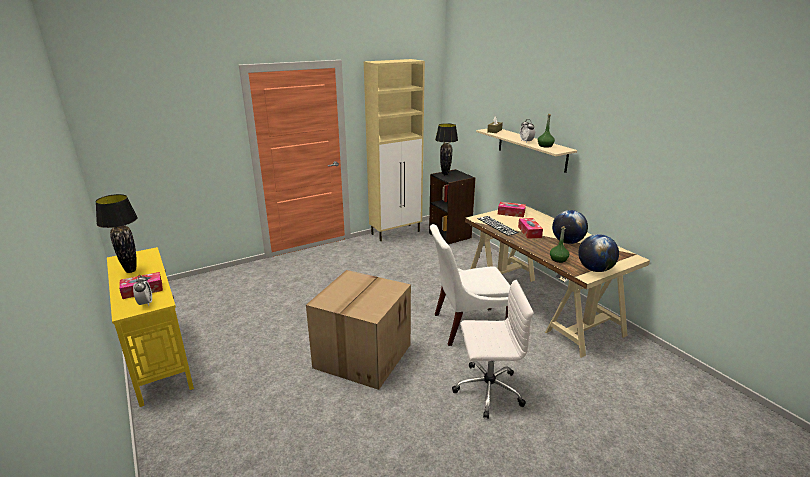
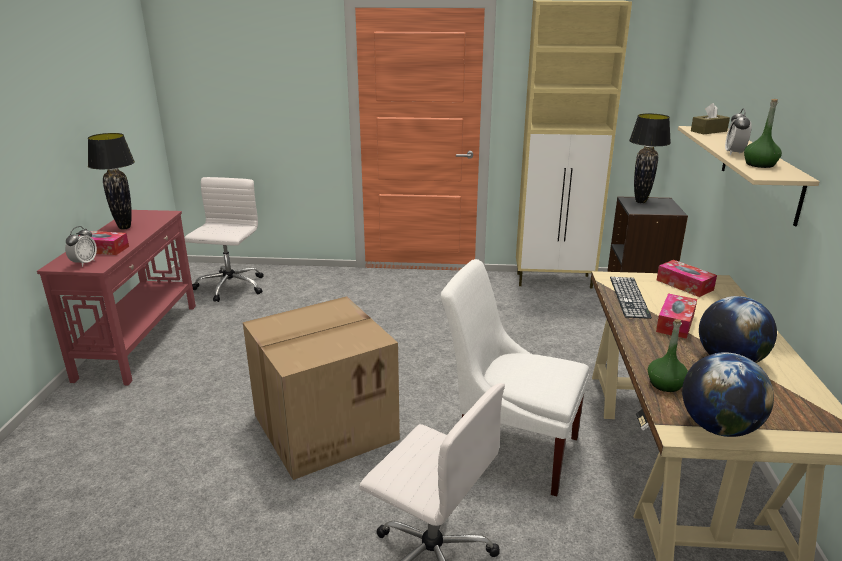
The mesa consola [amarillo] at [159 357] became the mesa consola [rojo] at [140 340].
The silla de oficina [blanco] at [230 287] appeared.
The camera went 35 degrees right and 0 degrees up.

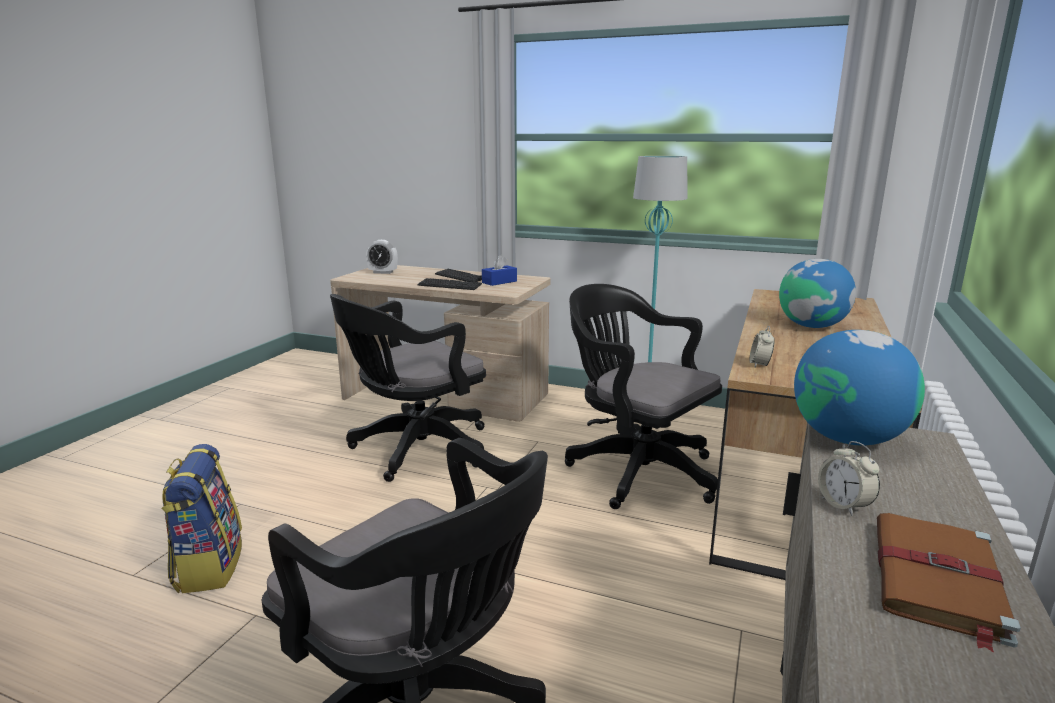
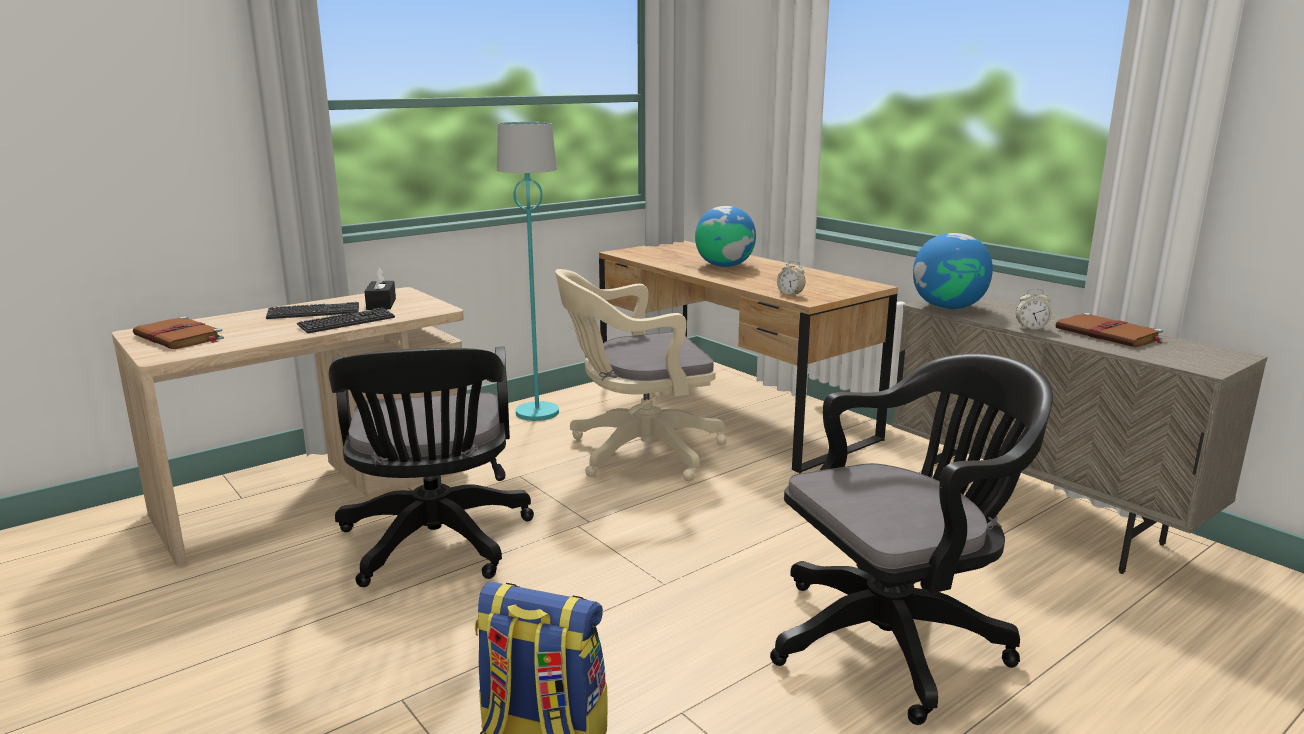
The despertador at [383 272] was replaced by the libro [marrón] at [179 337].
The caja de pañuelos [azul] at [499 282] became the caja de pañuelos [negro] at [381 304].
The silla de oficina [negro] at [636 470] became the silla de oficina [beis] at [637 452].
The camera went 60 degrees left and 0 degrees up.

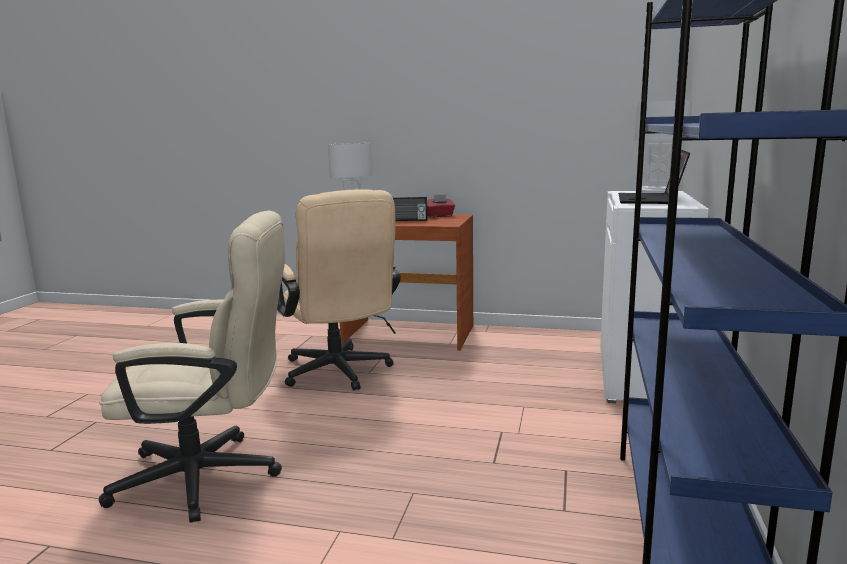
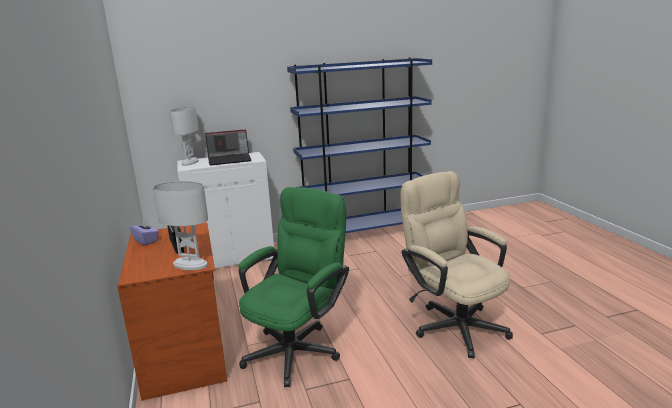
The caja de pañuelos [rojo] at [439 216] became the caja de pañuelos [morado] at [146 240].
The silla de oficina [beis] at [339 374] became the silla de oficina [verde] at [298 348].
The camera went 120 degrees left and 5 degrees up.

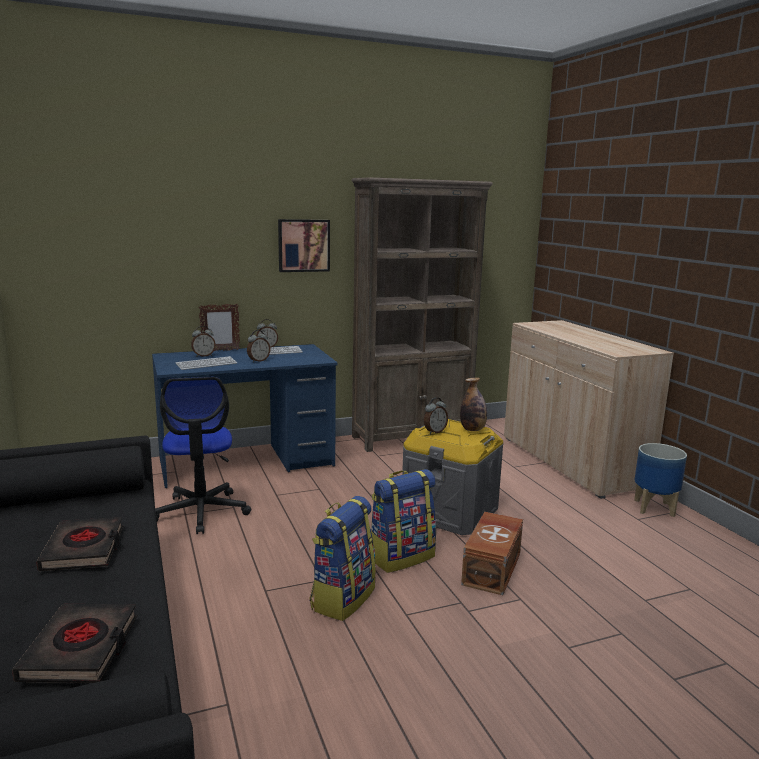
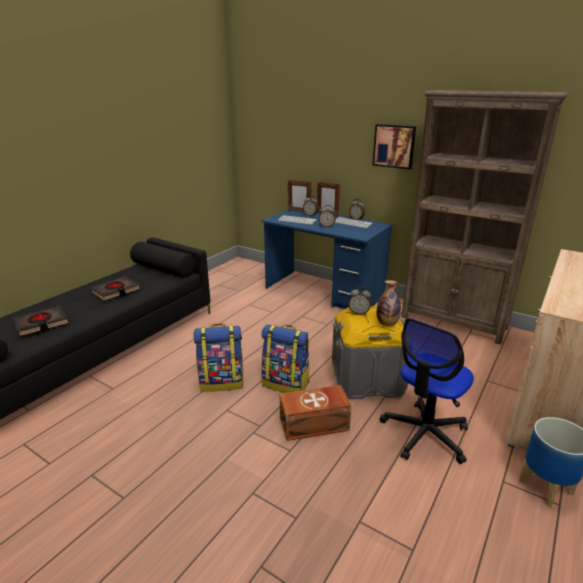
The portarretratos at [299 212] appeared.
The silla de oficina moved from [201 512] to [425 434].
The camera went 55 degrees right and 10 degrees up.

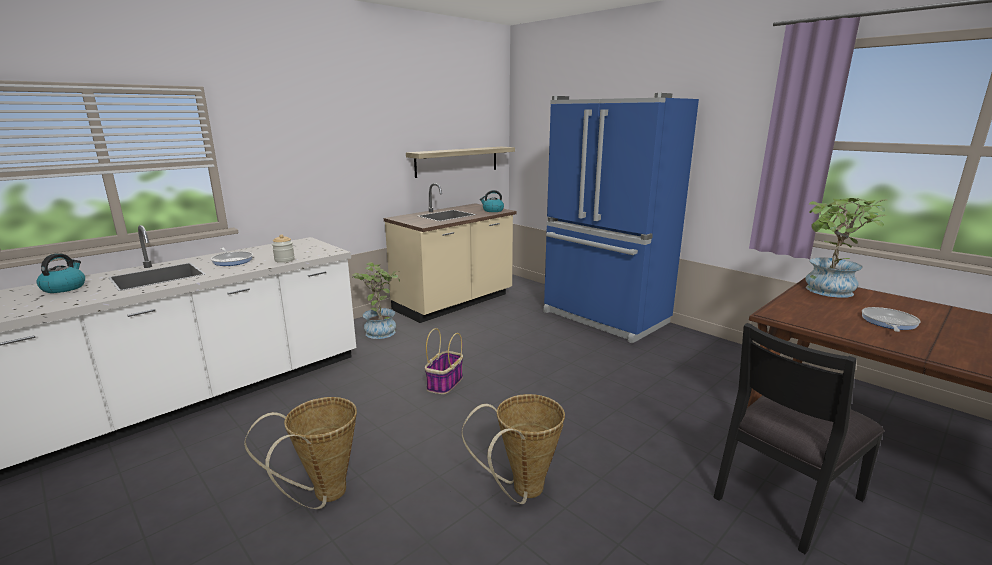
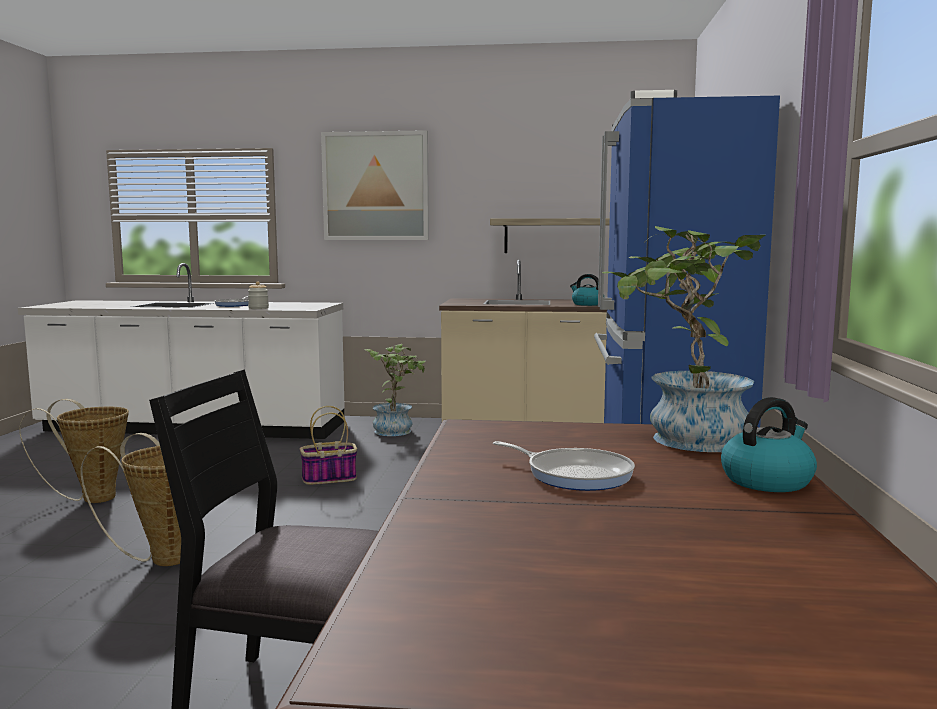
The cuadro at [375 186] appeared.
The sartén at [888 323] turned 45 degrees clockwise.
The hervidor moved from [64 288] to [767 480].
The camera went 50 degrees right and 10 degrees down.

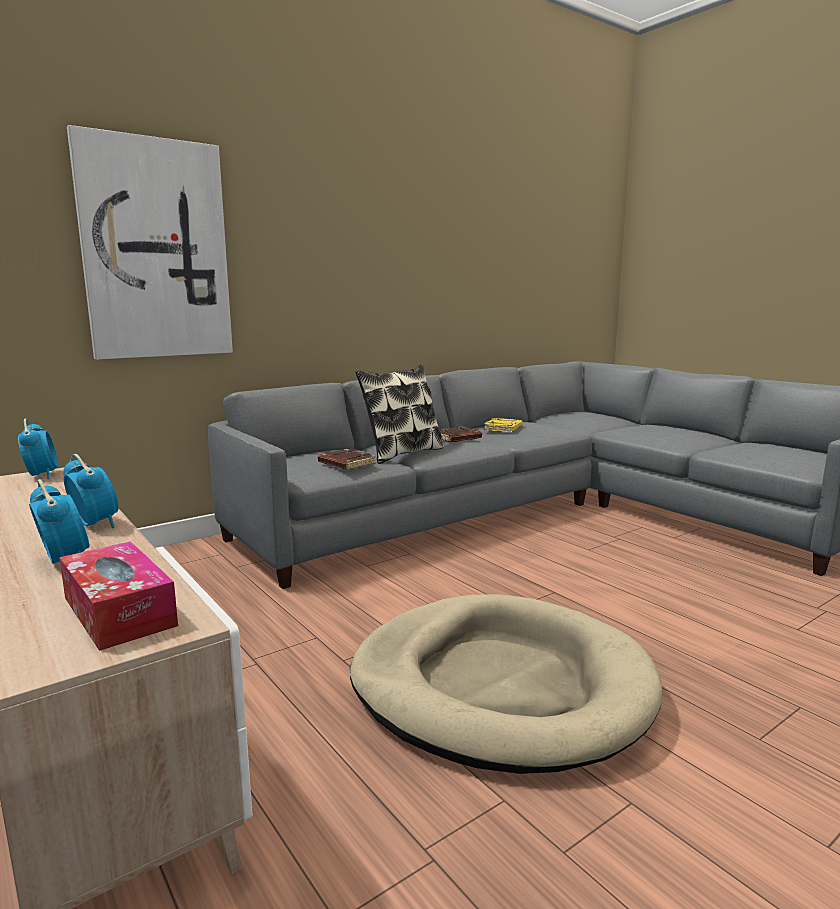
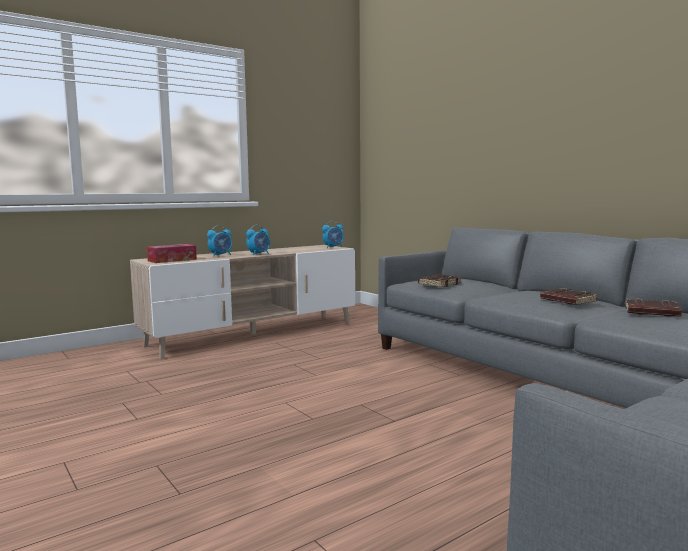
The libro [amarillo] at [503 429] became the libro [marrón] at [651 312].
The cuadro at [155 250] disappeared.
The cama para perro [beis] at [500 686] disappeared.
The cojín at [402 453] disappeared.
The camera went 90 degrees right and 5 degrees down.

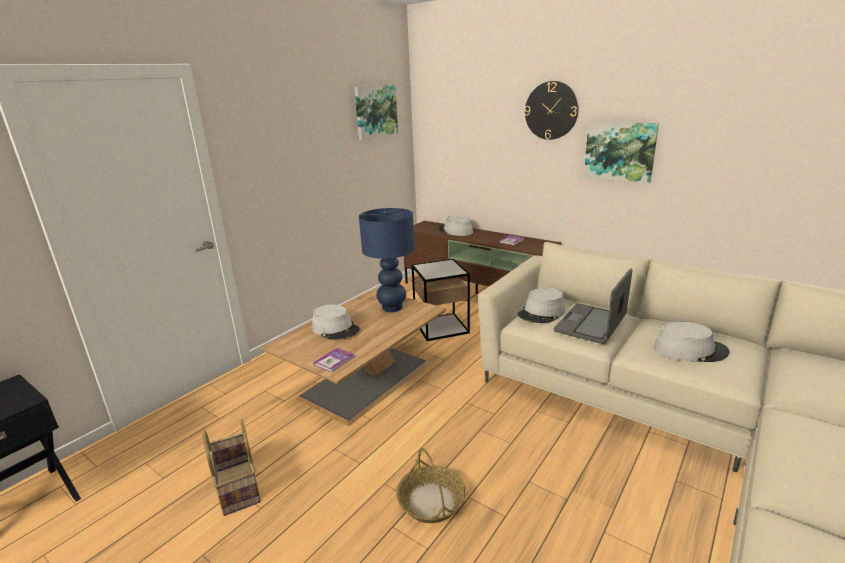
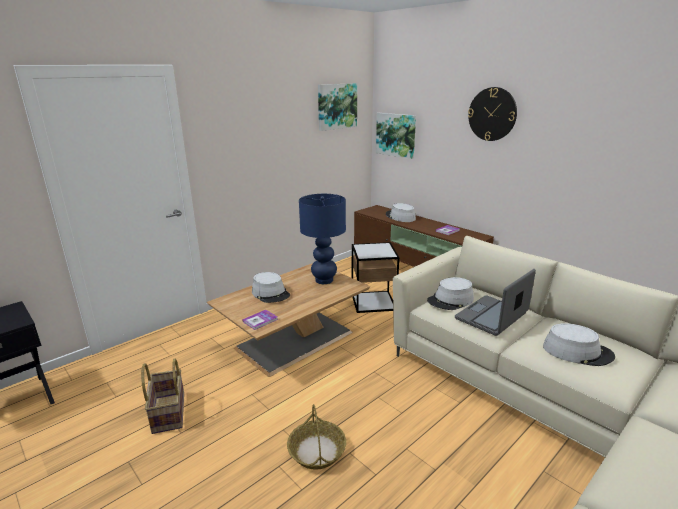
The cuadro moved from [620 151] to [396 135].
The camera went 10 degrees right and 0 degrees up.

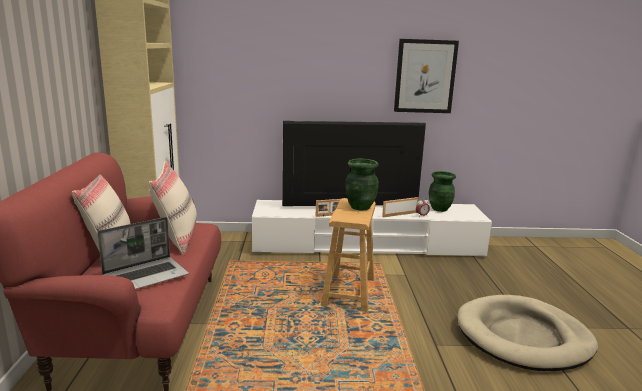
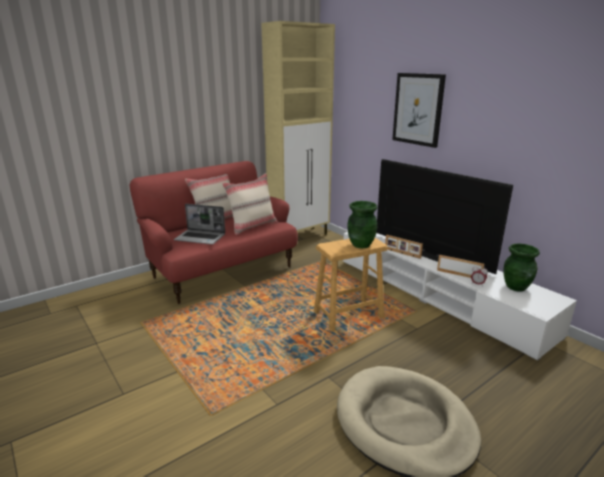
The cuadro moved from [425 76] to [418 109].
The camera went 55 degrees right and 5 degrees up.

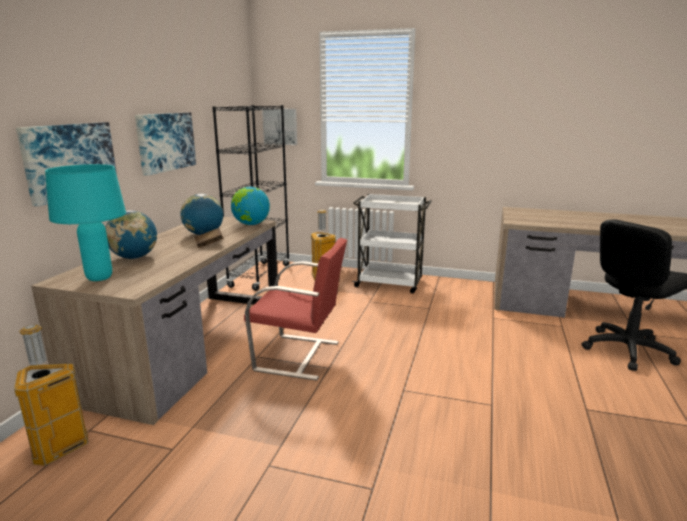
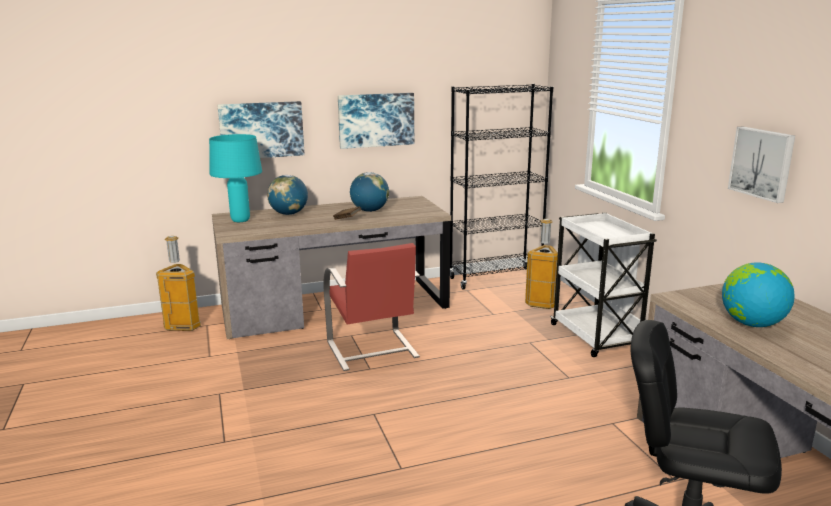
The globo terráqueo moved from [251 224] to [752 324].
The cuadro moved from [280 126] to [762 163].
The camera went 55 degrees right and 0 degrees up.

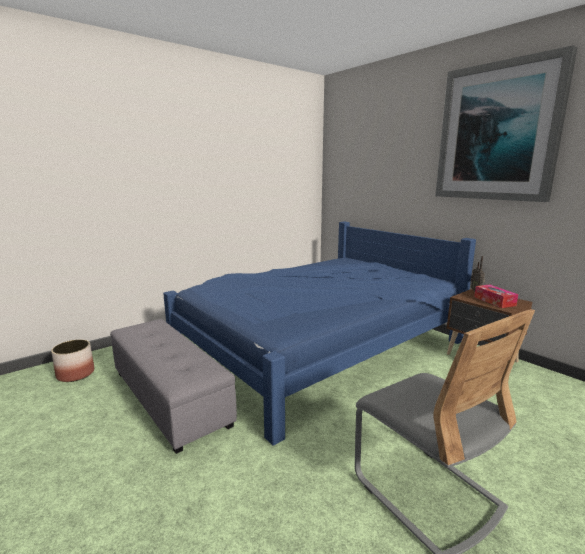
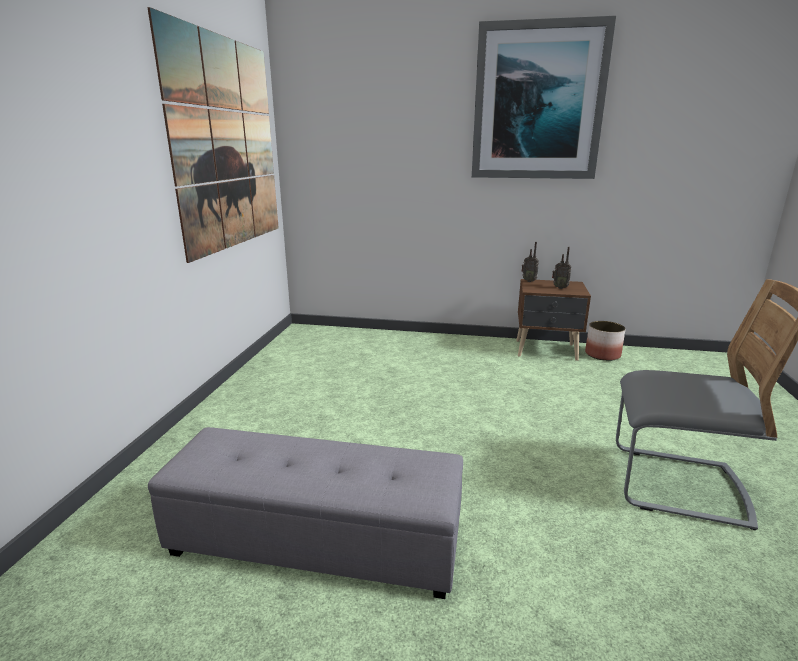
The cuadro at [227 145] appeared.
The caja de pañuelos at [494 301] was replaced by the radio at [560 287].
The maceta moved from [75 374] to [603 355].
The cama [azul] at [317 346] disappeared.
The camera went 40 degrees left and 5 degrees up.

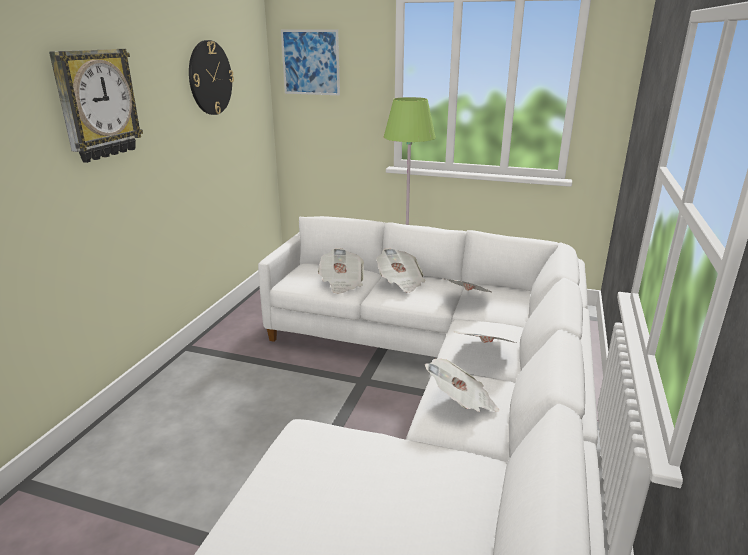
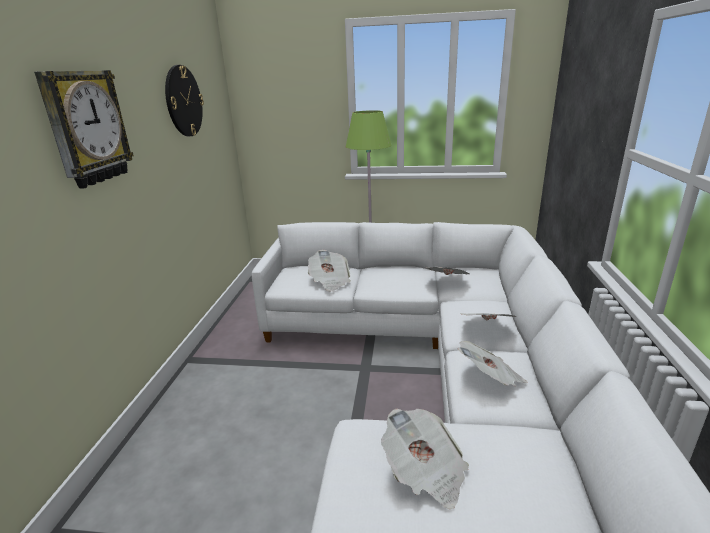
The periódico moved from [400 282] to [425 472].
The cuadro at [310 62] disappeared.
The camera went 10 degrees left and 0 degrees up.

